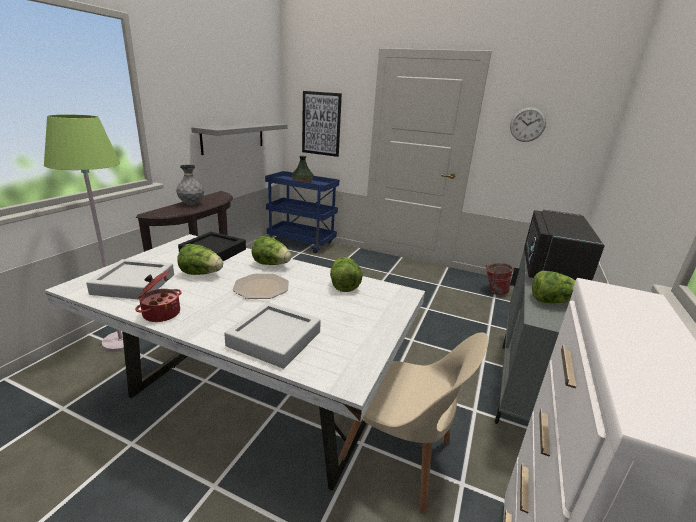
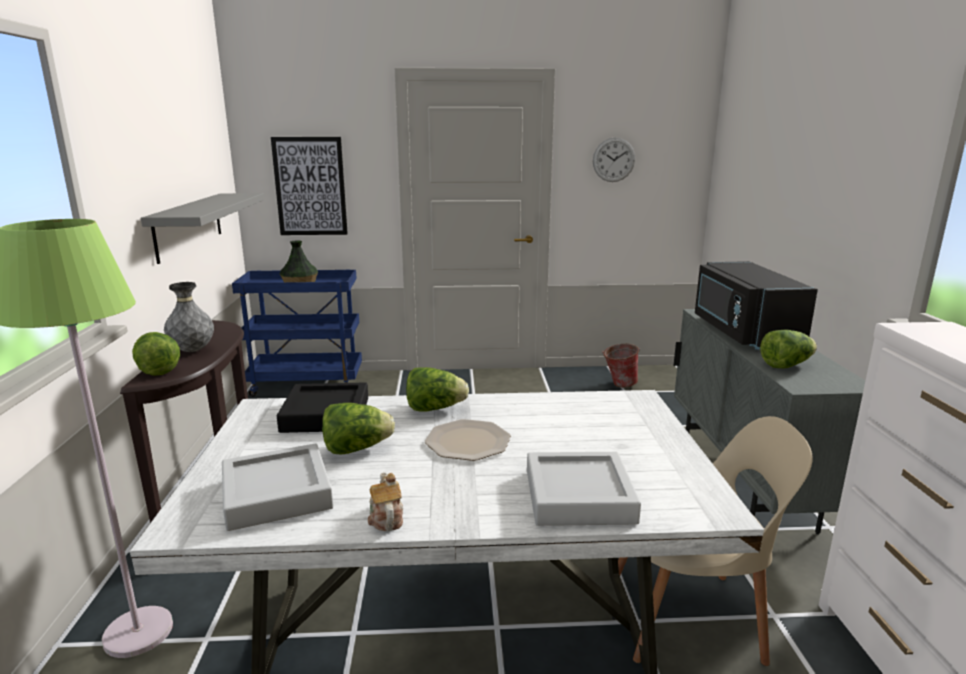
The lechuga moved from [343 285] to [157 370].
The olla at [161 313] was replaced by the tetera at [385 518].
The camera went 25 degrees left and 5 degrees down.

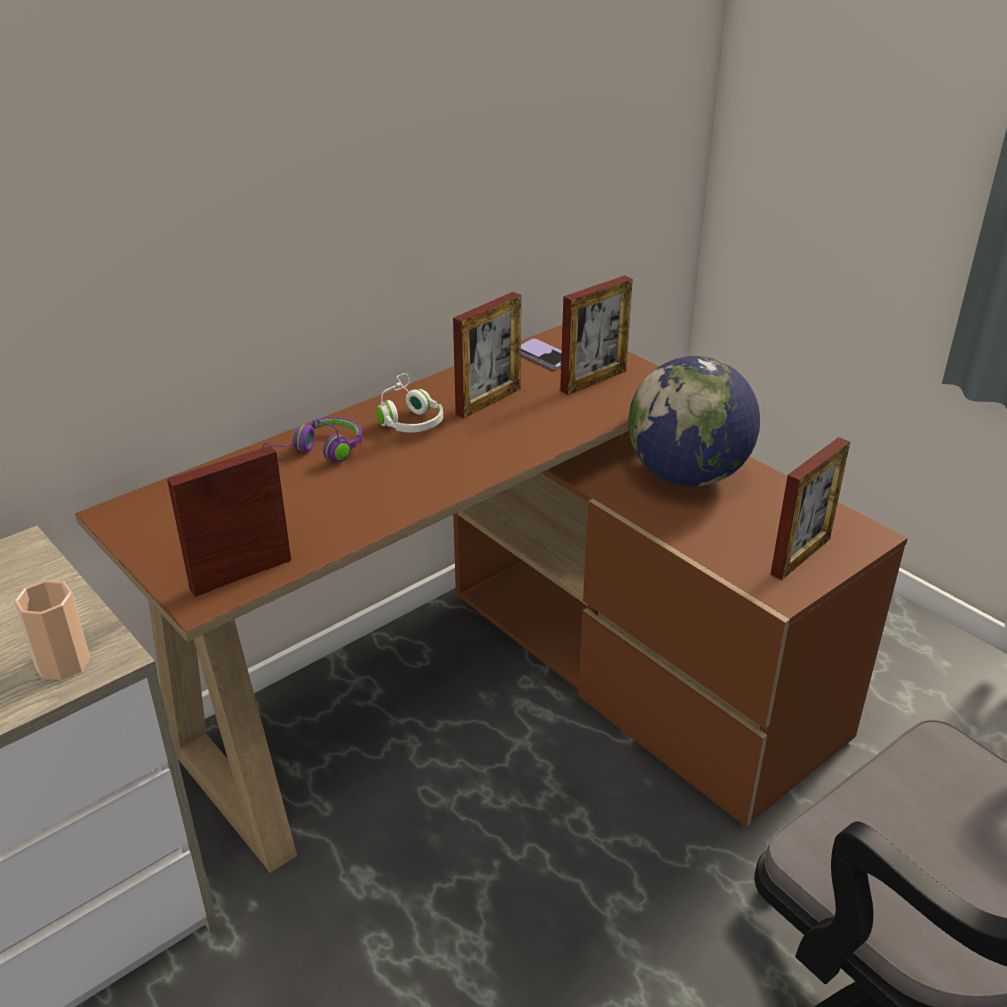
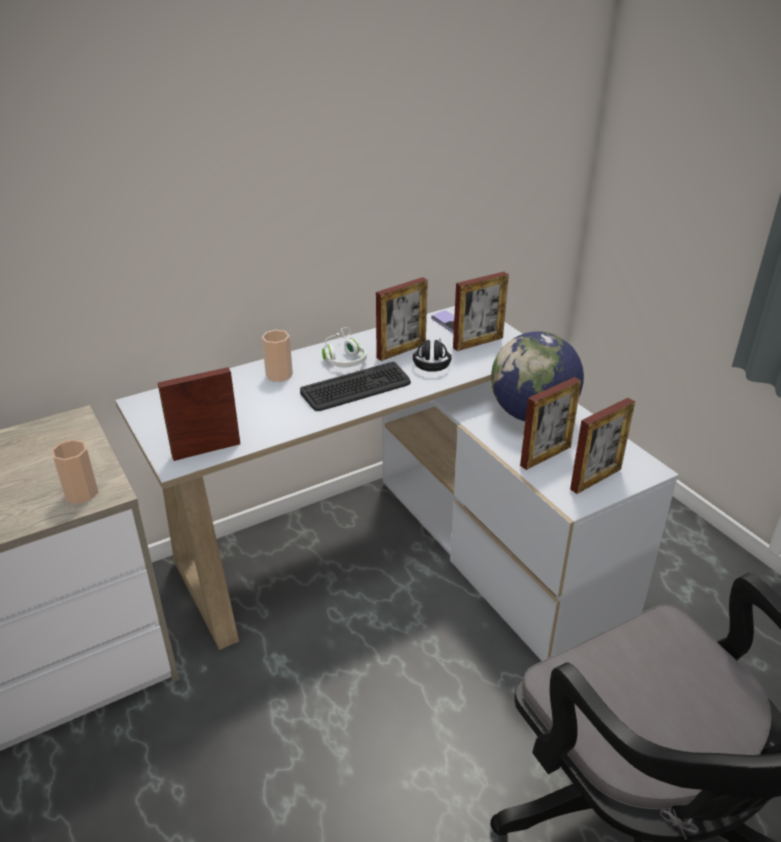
The escritorio [marrón] at [508 693] became the escritorio [blanco] at [403 553].
The auriculares [morado] at [319 452] was replaced by the taza at [279 375].
The teclado at [356 388] appeared.
The auriculares [negro] at [431 361] appeared.
The portarretratos at [545 456] appeared.
The camera went 10 degrees right and 0 degrees up.

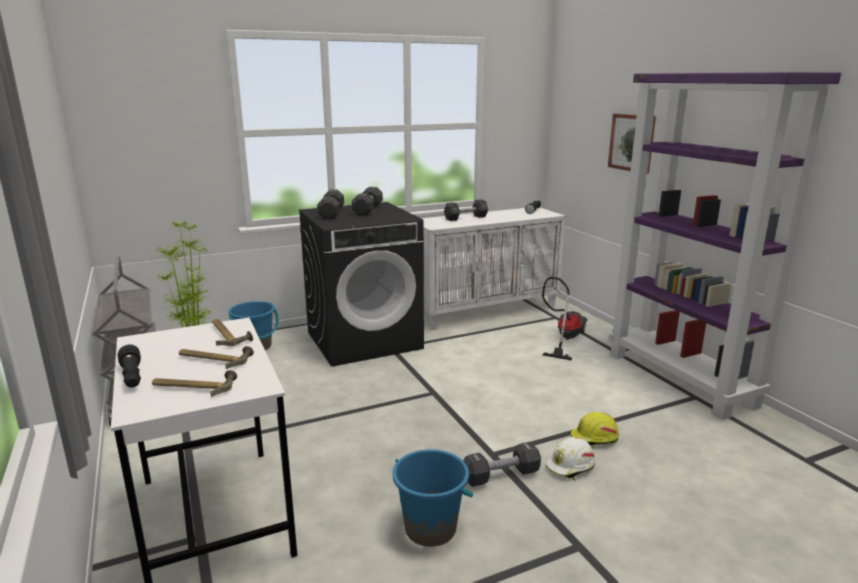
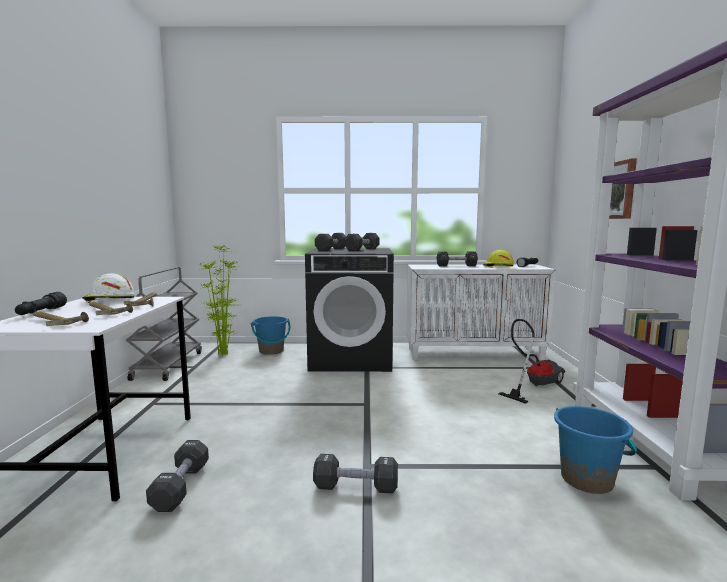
The casco [blanco] moved from [571 467] to [109 300].
The mancuerna [negro] at [181 487] appeared.
The casco [amarillo] moved from [594 439] to [497 267].
The cubo [azul] moved from [431 528] to [587 479].
The camera went 25 degrees right and 10 degrees down.

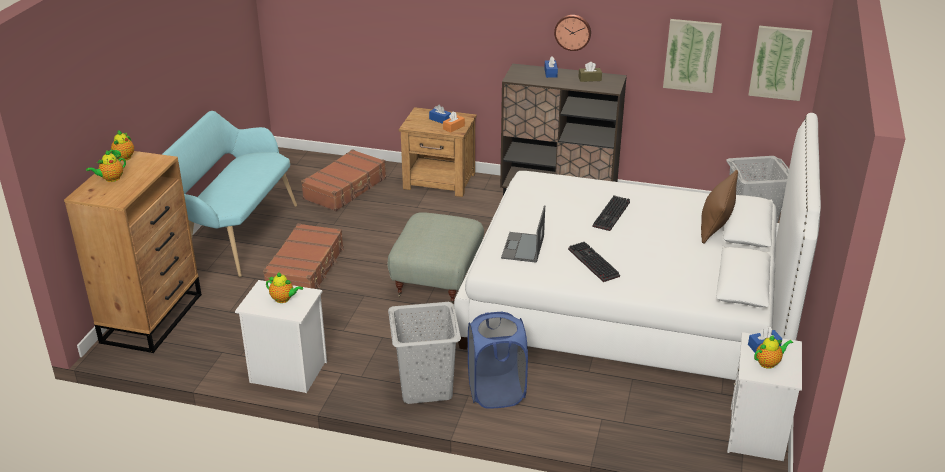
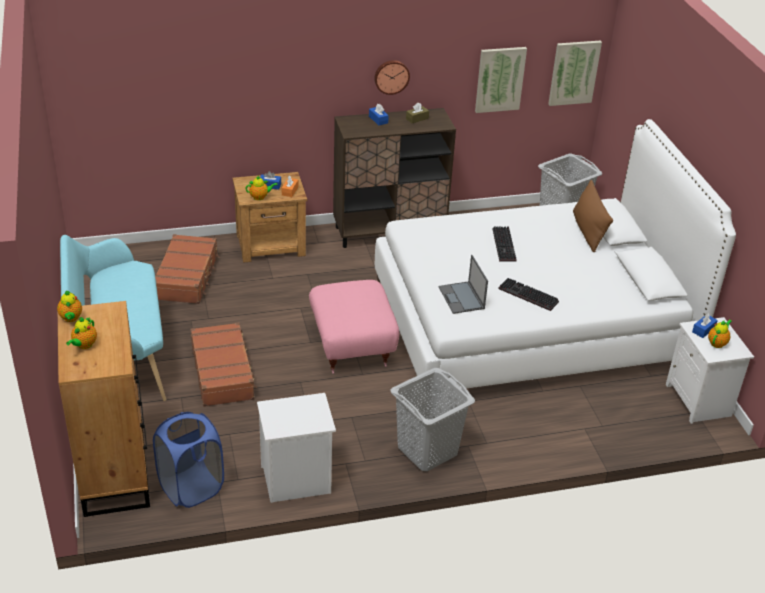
The cesto de la ropa [azul] moved from [496 392] to [191 488].
The tetera moved from [284 299] to [260 197].
The puf [gris] at [438 280] became the puf [rosa] at [353 346].
The camera went 30 degrees left and 5 degrees up.

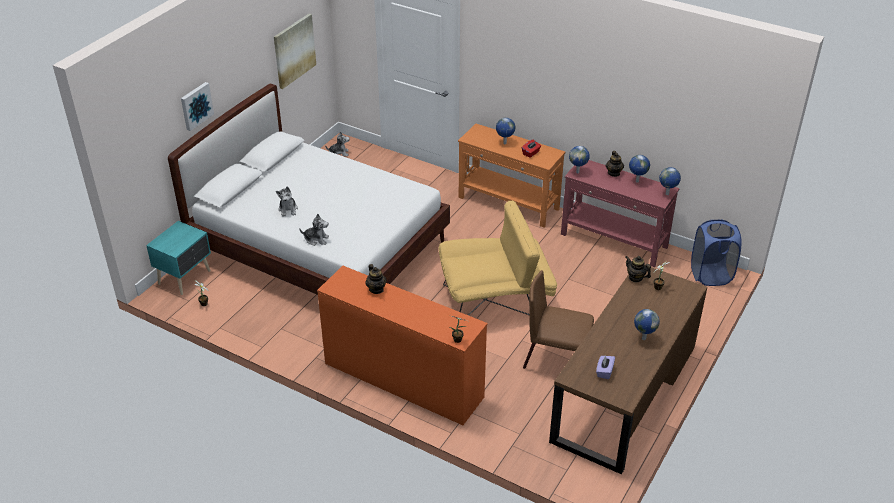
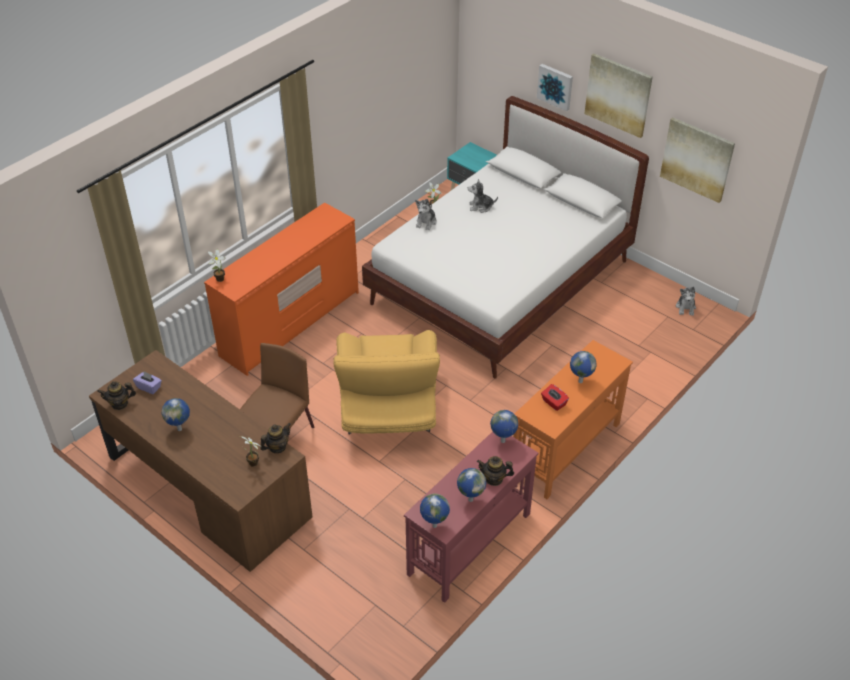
The tetera moved from [376 289] to [120 404].
The cuadro at [618 95] appeared.
The cesto de la ropa [azul] at [710 275] disappeared.
The camera went 100 degrees right and 5 degrees up.

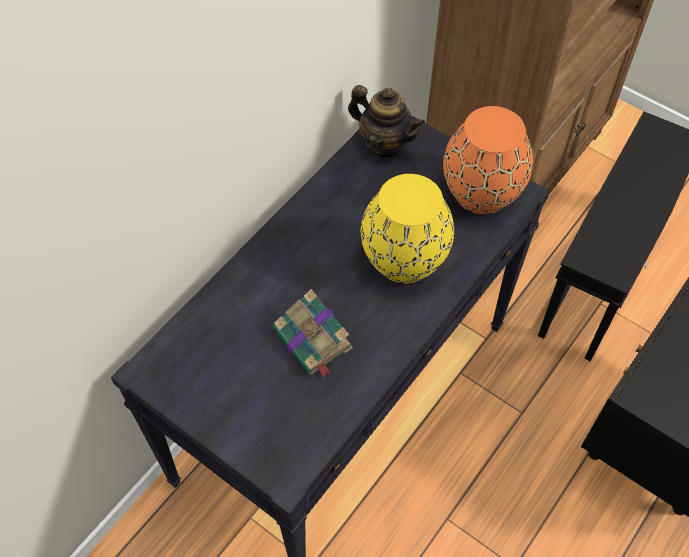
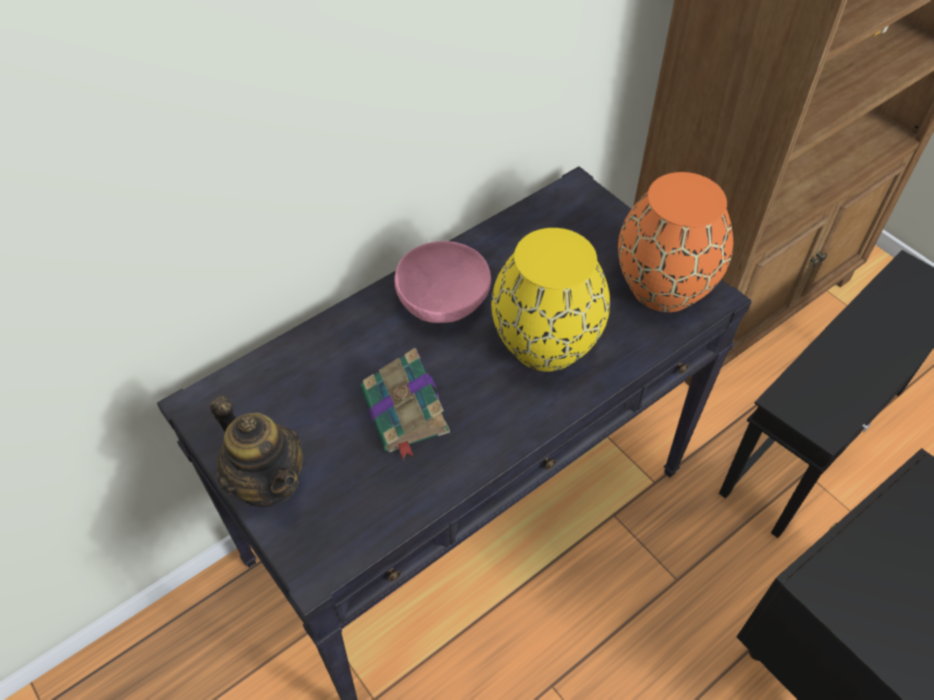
The tetera moved from [384 143] to [268 482].
The cuenco [rosa] at [444 302] appeared.
The camera went 15 degrees right and 5 degrees down.

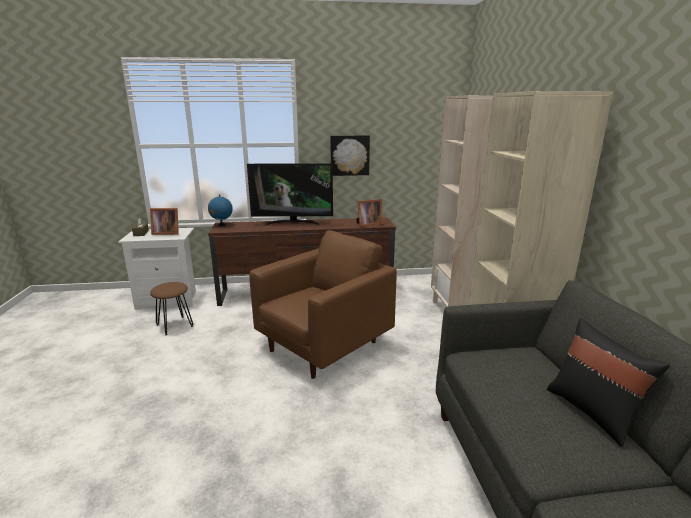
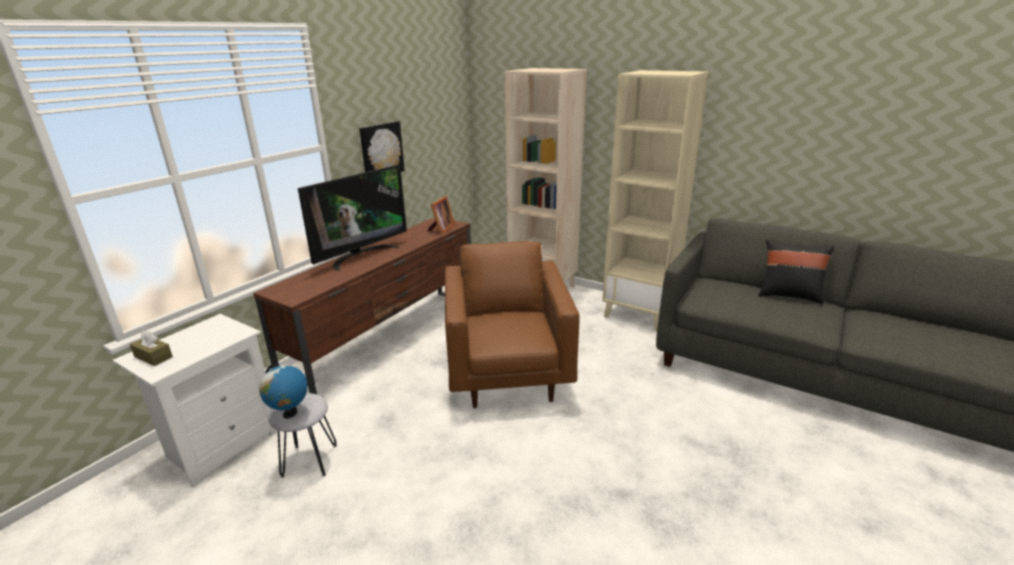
The globo terráqueo moved from [221 225] to [289 414].
The taburete [marrón] at [174 325] became the taburete [gris] at [309 460].
The portarretratos at [165 233] disappeared.
The camera went 50 degrees left and 5 degrees up.

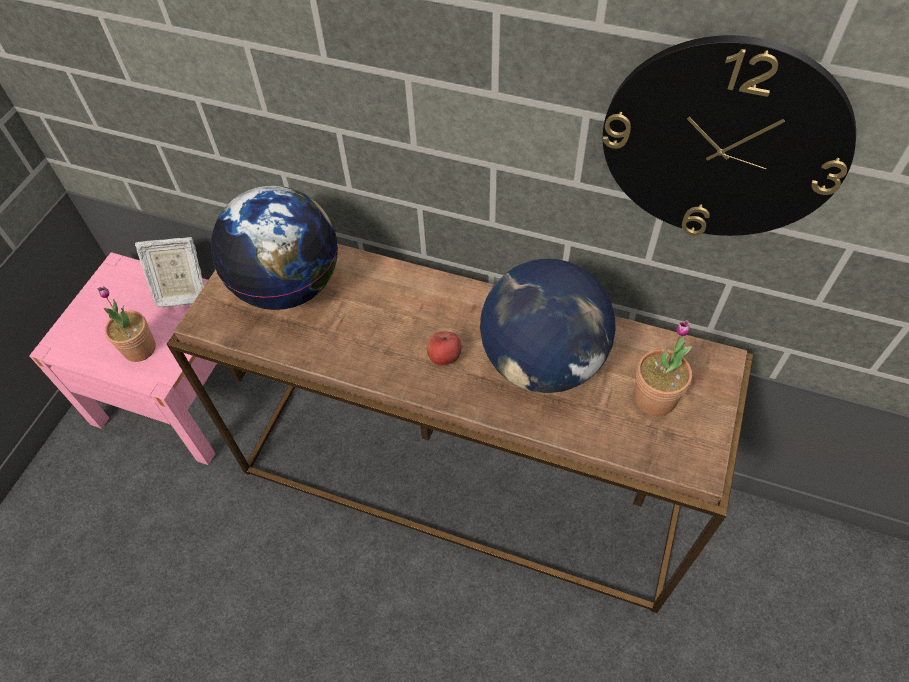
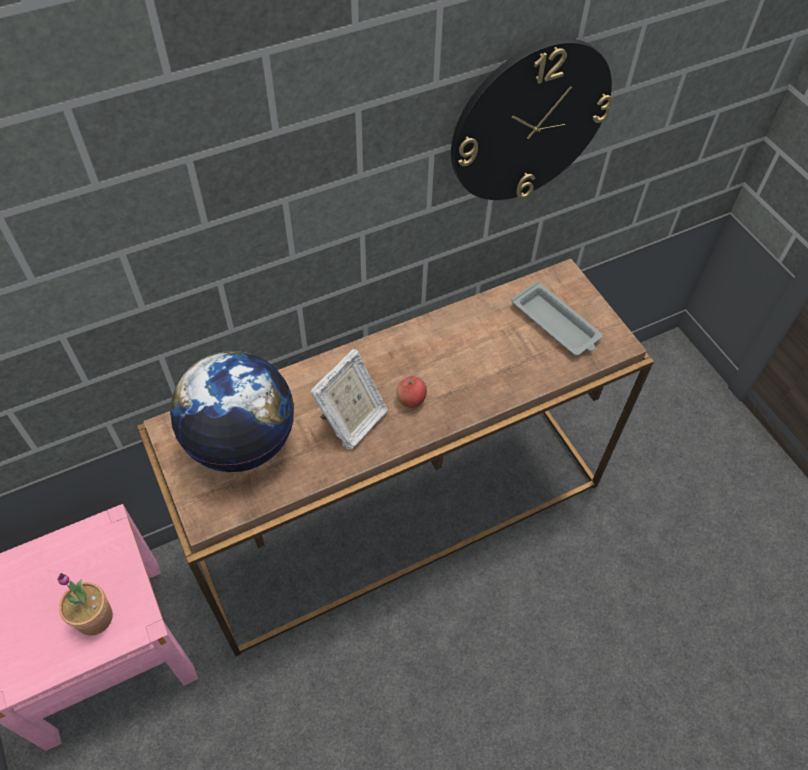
The portarretratos moved from [182 293] to [352 421].
The planta en maceta at [654 398] was replaced by the bandeja [gris] at [556 324].
The globo terráqueo at [543 362] disappeared.
The camera went 50 degrees left and 0 degrees up.

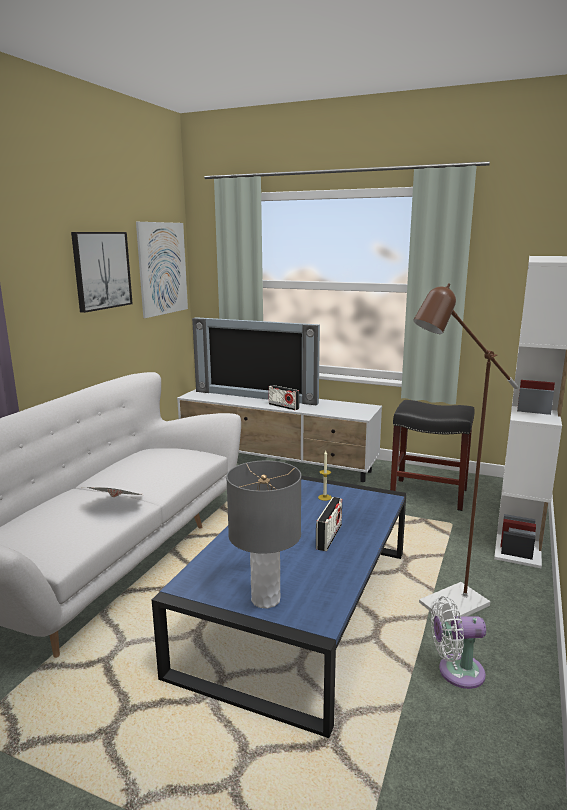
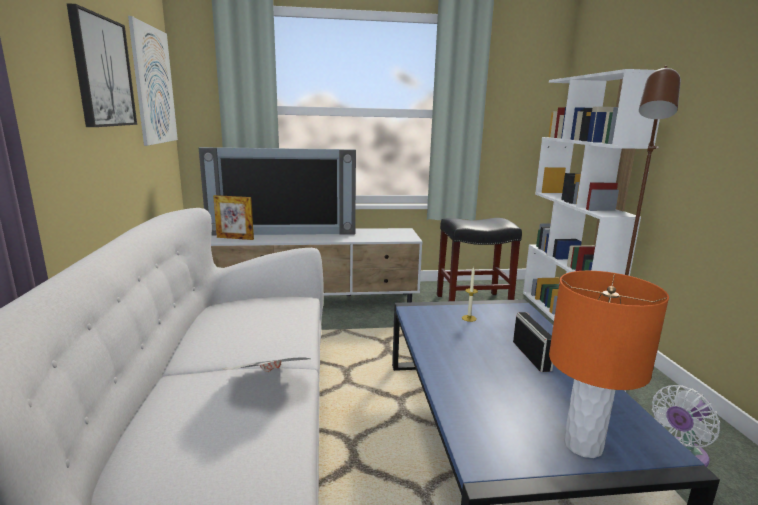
The portarretratos at [235 238] appeared.
The lámpara de mesa [gris] at [265 599] became the lámpara de mesa [naranja] at [583 446].
The radio at [283 406] disappeared.
The camera went 30 degrees left and 0 degrees up.

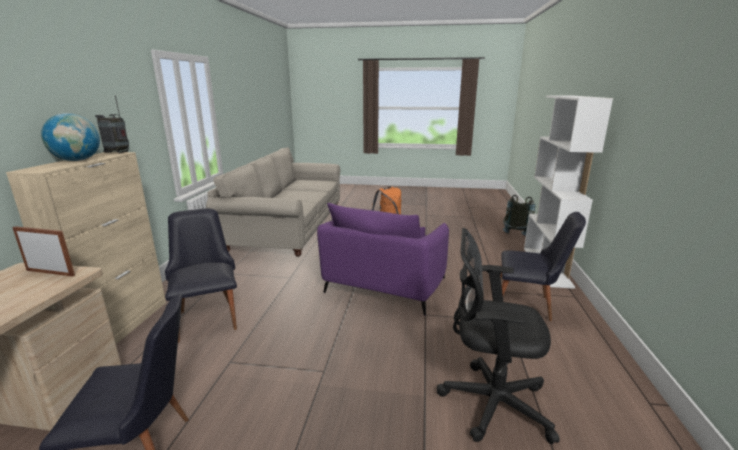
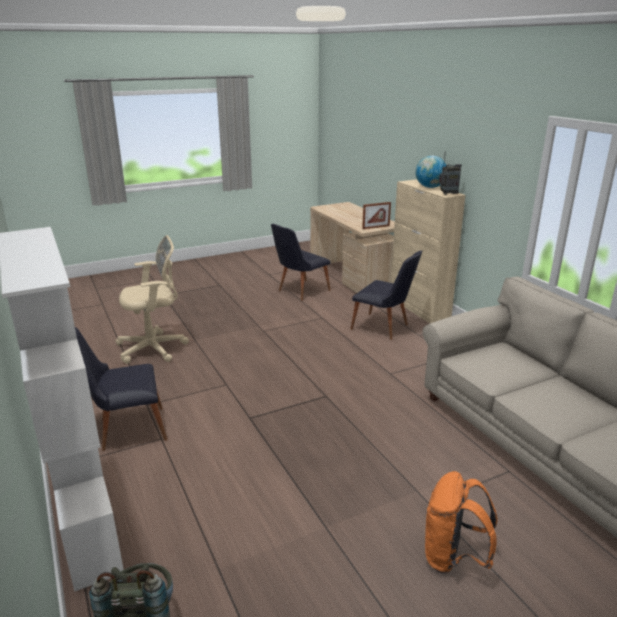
The silla de oficina [negro] at [489 402] became the silla de oficina [beis] at [155 348].
The sillón [morado] at [385 286] disappeared.
The camera went 145 degrees right and 5 degrees up.

